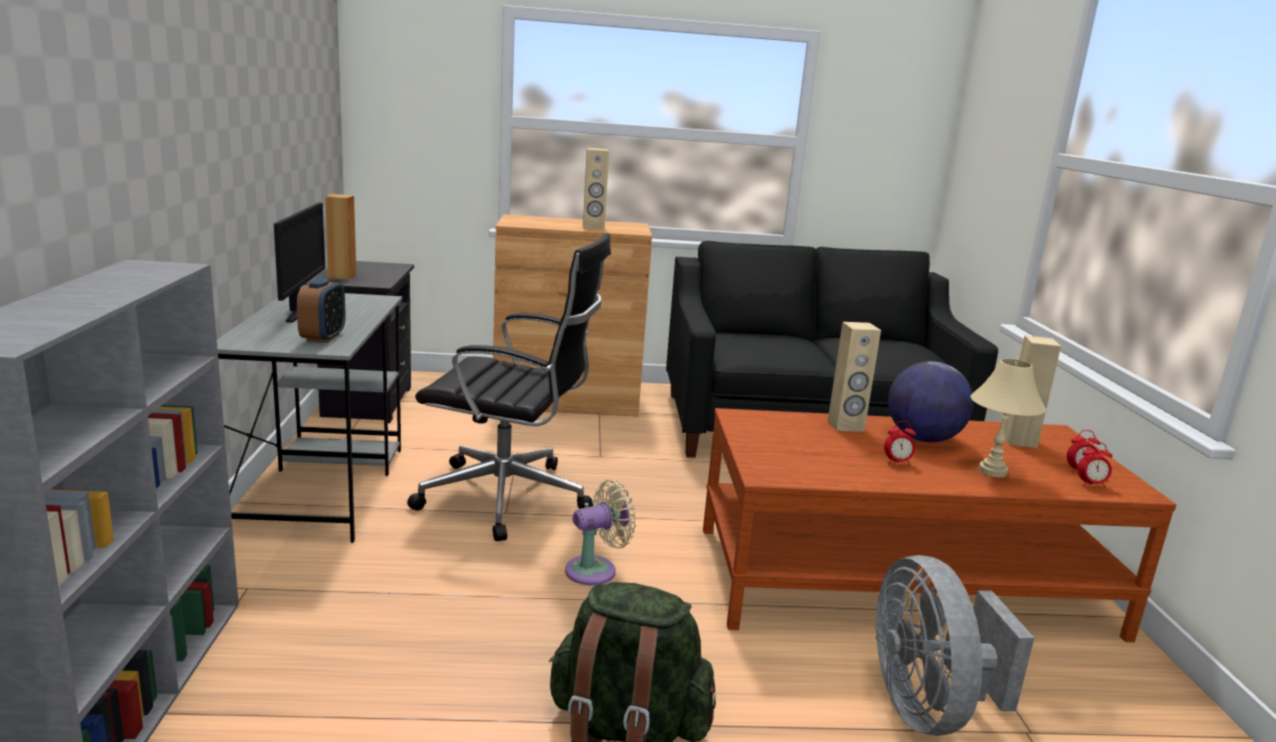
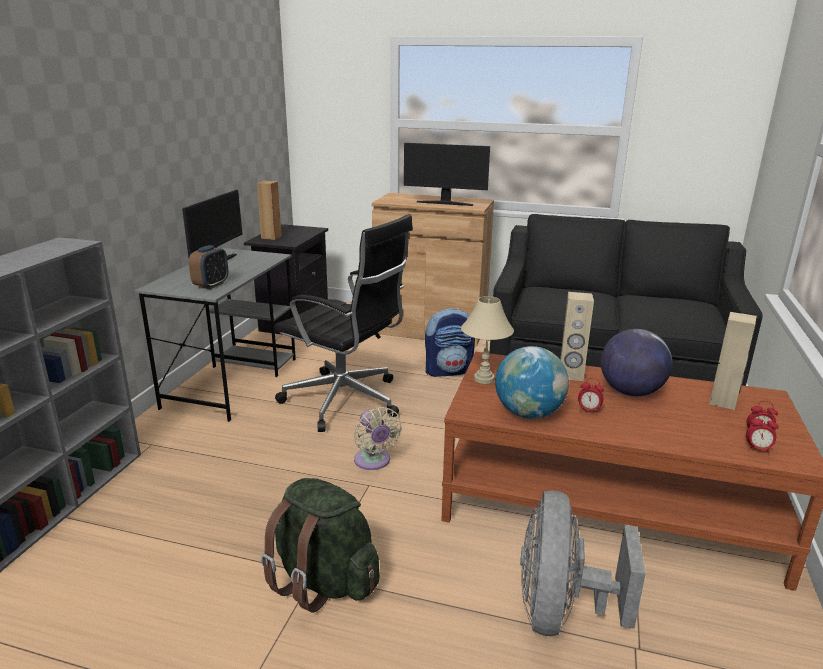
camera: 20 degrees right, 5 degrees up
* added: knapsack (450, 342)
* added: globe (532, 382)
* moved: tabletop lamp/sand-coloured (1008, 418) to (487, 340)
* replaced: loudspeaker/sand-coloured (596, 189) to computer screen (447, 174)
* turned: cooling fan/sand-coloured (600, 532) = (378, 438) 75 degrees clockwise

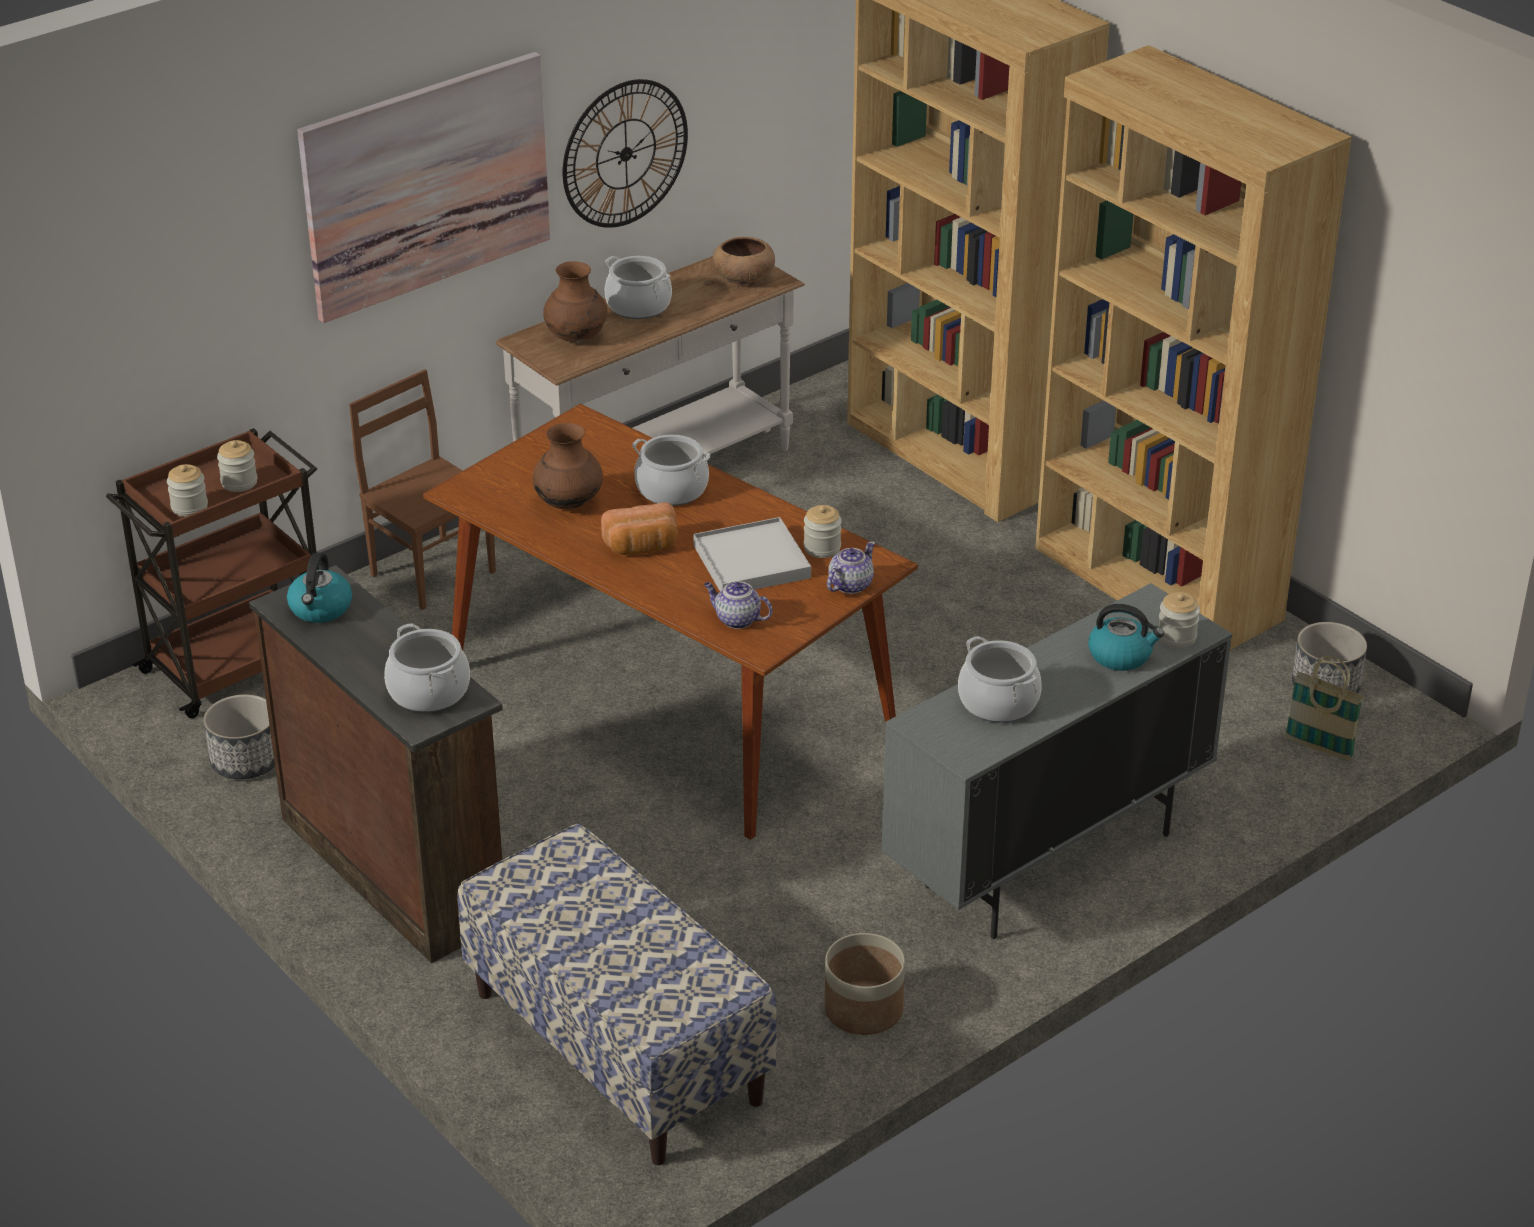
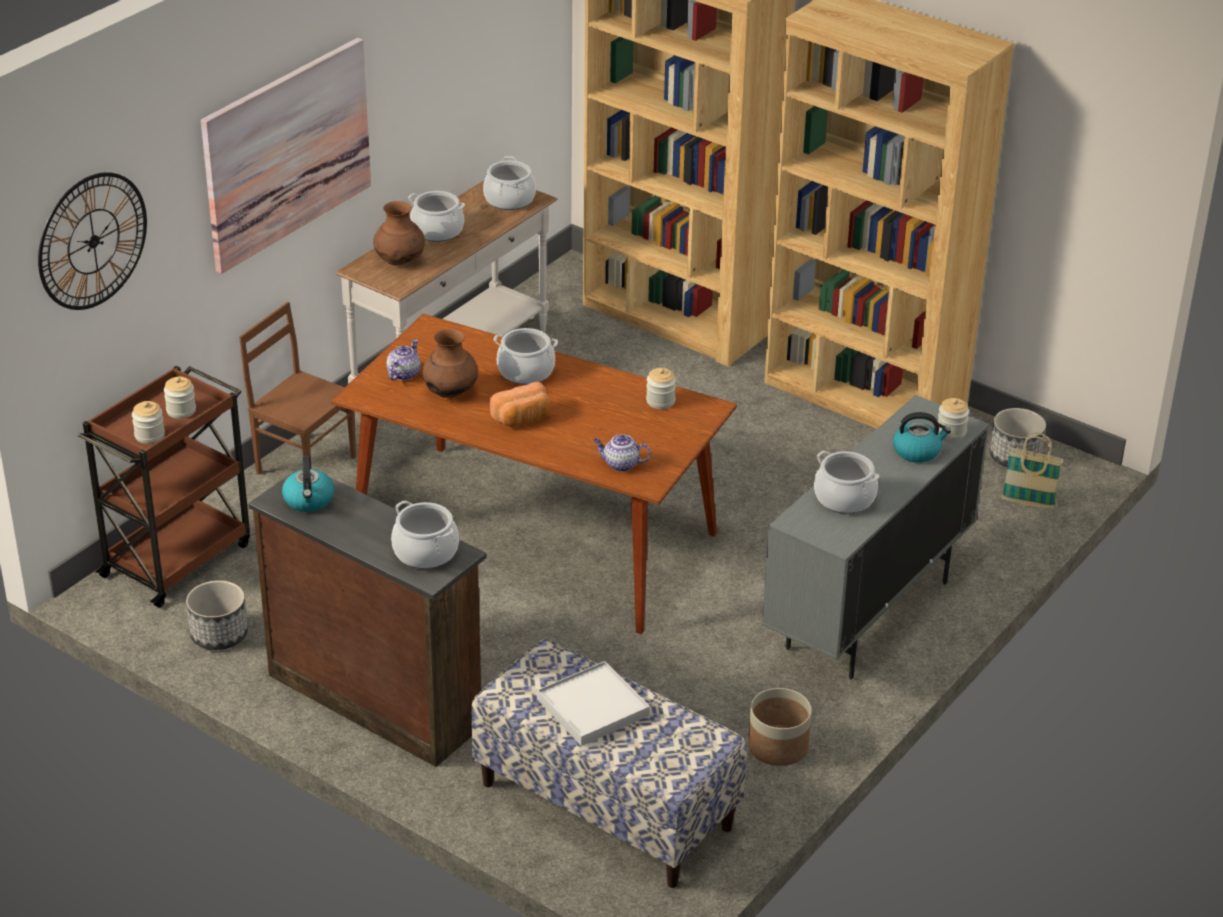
camera: 15 degrees left, 0 degrees up
* moved: clock on the wall (625, 153) to (92, 241)
* moved: tray/whitish (752, 554) to (593, 703)
* moved: teapot (851, 567) to (404, 360)
* replaced: bowl/brownish (744, 262) to cooking pot (509, 183)

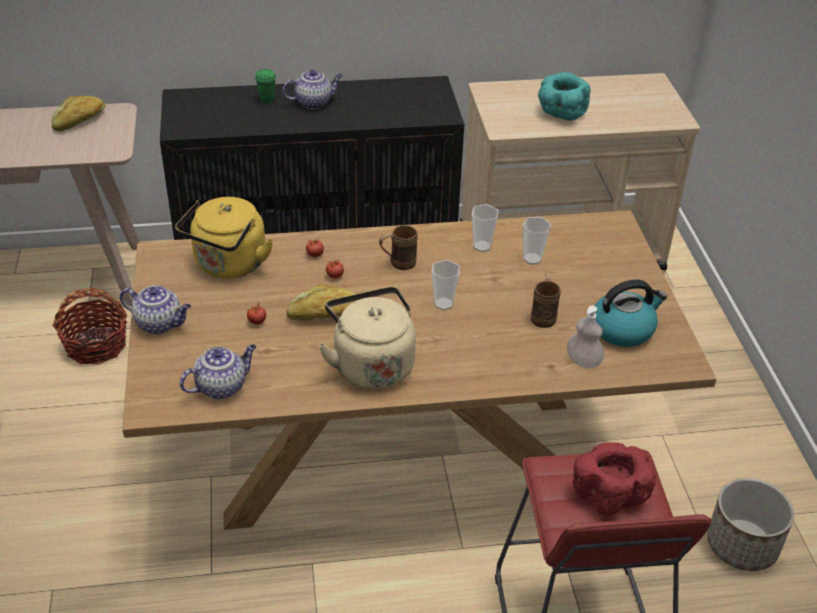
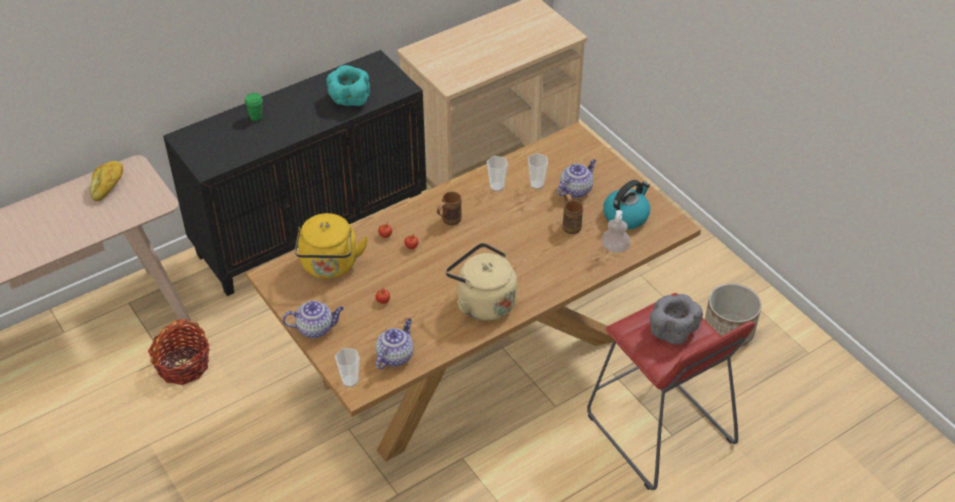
camera: 25 degrees left, 5 degrees up
* removed: bakery bread (321, 302)
* moved: teapot (313, 89) to (576, 178)
* moved: drinking cup (446, 285) to (347, 367)
* moved: bowl/turquoise (564, 96) to (348, 85)
* recoloured: bowl/reddish (614, 479) to bowl/grey (676, 319)

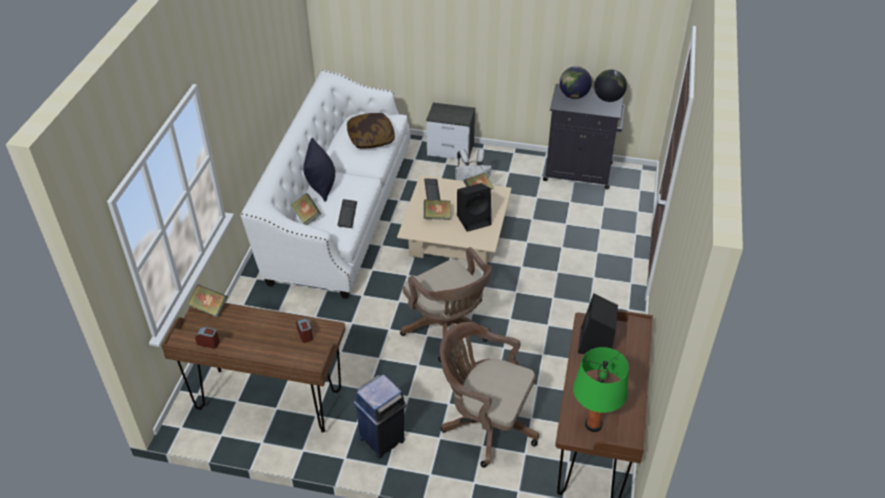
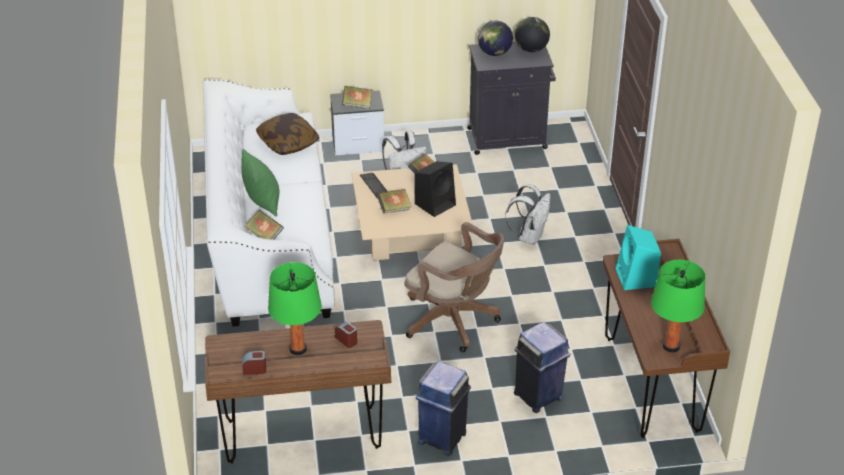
camera: 20 degrees left, 5 degrees down
* removed: keyboard (347, 213)
* added: tabletop lamp/green-coloured (295, 308)
* added: knapsack/whitish (527, 214)
* moved: volume (208, 300) to (357, 97)
* replaced: computer chair/brownish (489, 395) to rubbish bin/blue (542, 367)
* recoloured: cushion/blackish (319, 170) to cushion/green-coloured (260, 183)
* recoloured: loudspeaker/blackish (598, 323) to loudspeaker/turquoise (638, 257)

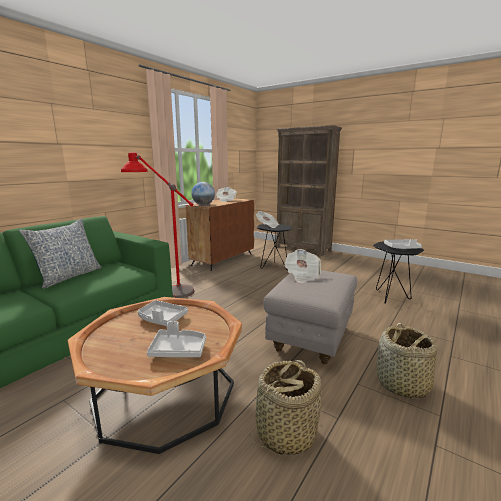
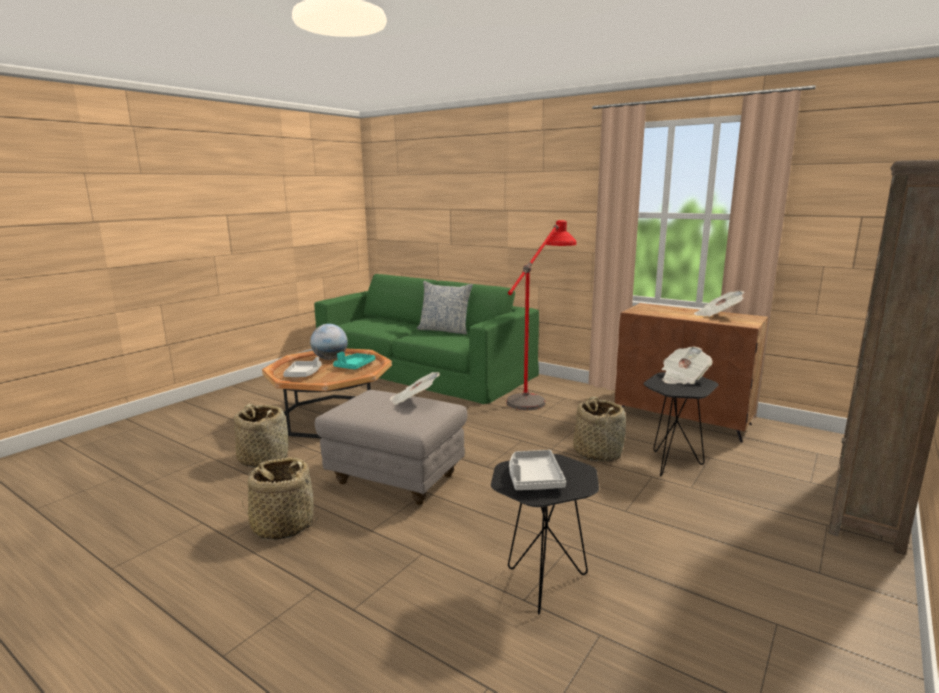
camera: 90 degrees right, 0 degrees up
* added: household basket (599, 429)
* moved: globe (203, 193) to (329, 342)
* recoloured: tray/grey (163, 313) to tray/turquoise (354, 360)

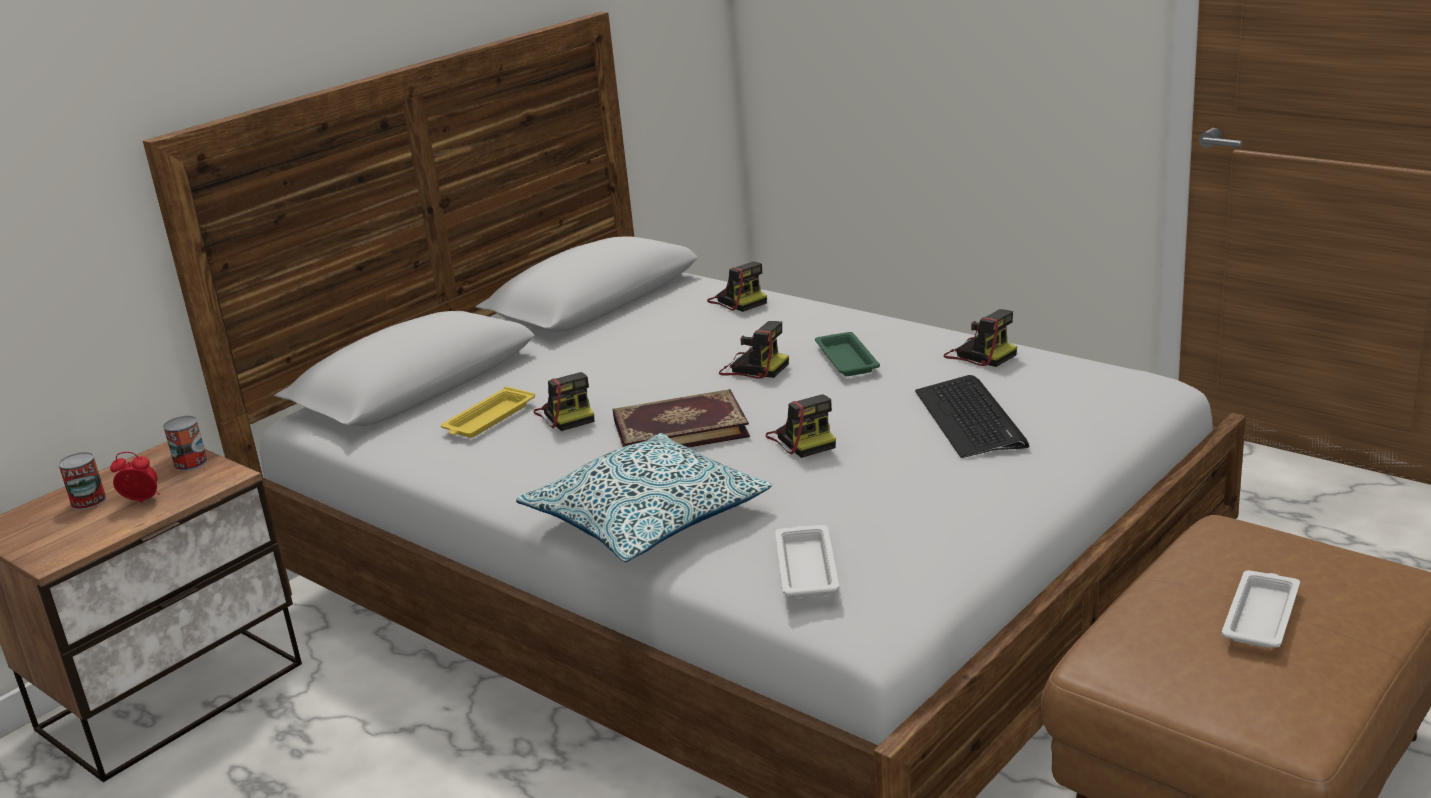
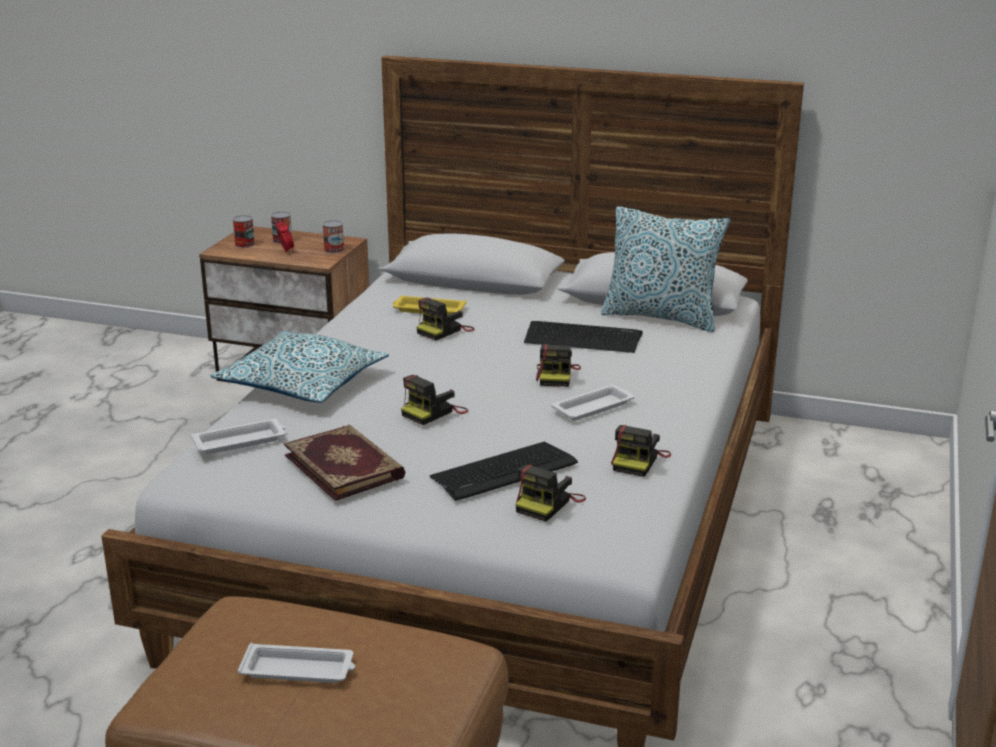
camera: 65 degrees right, 0 degrees up
* added: sealed can (244, 231)
* added: keyboard (583, 337)
* added: cushion (665, 269)
* moved: volume (681, 418) to (344, 463)
* moved: photo camera (737, 286) to (550, 492)
* recoloured: tray/green-coloured (847, 354) to tray/whitish (593, 403)

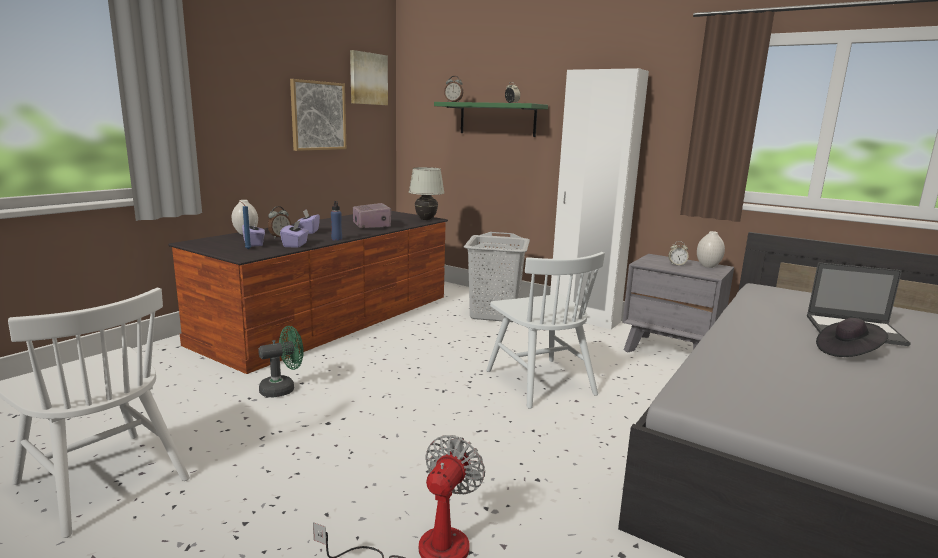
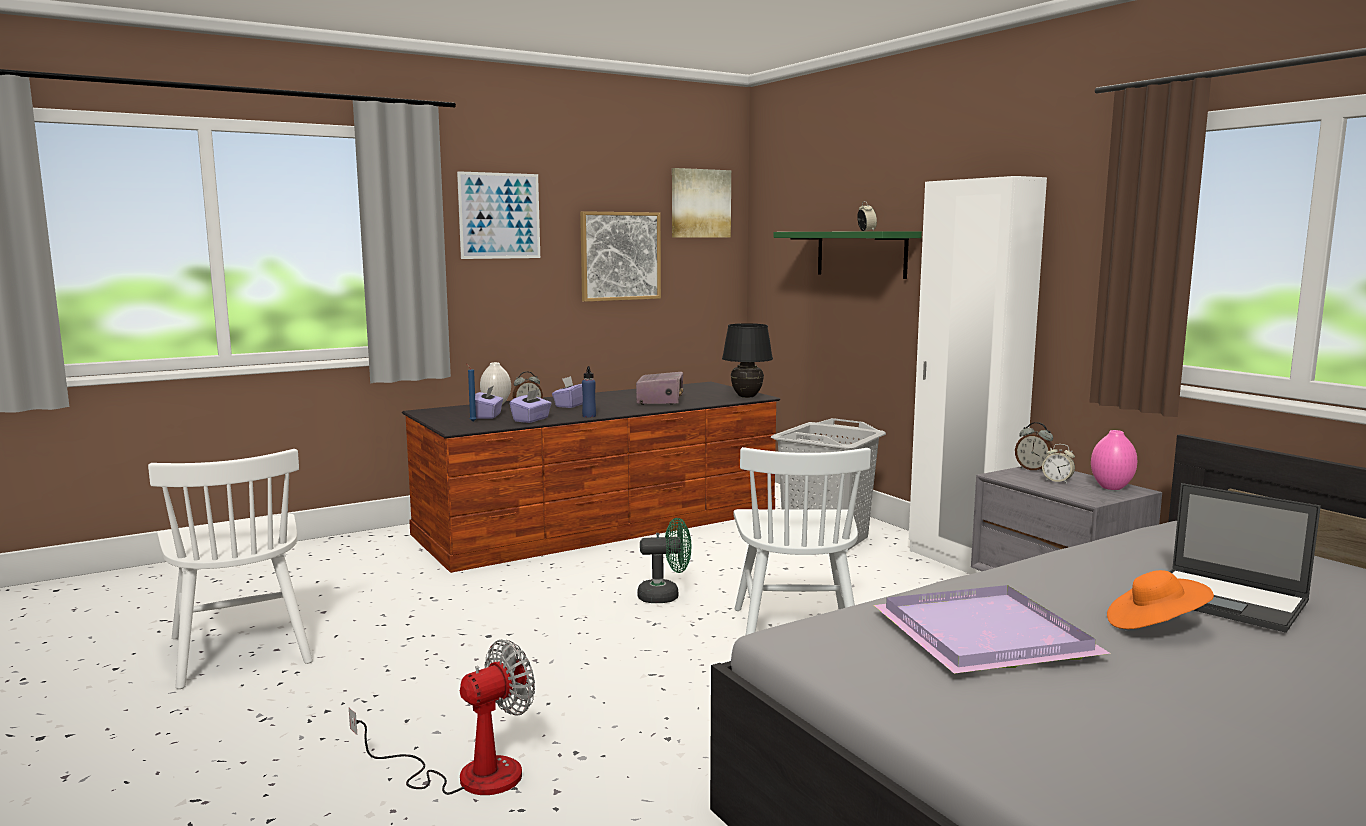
camera: 25 degrees right, 5 degrees down
* added: wall art (498, 215)
* added: tray/purplish (992, 629)
* moved: cooling fan/green-coloured (281, 361) to (664, 560)
* moved: table clock (453, 89) to (1034, 446)
* recoloured: tabletop lamp/whitish (426, 193) to tabletop lamp/blackish (747, 360)
* recoloured: vase/whitish (711, 249) to vase/pinkish (1114, 460)
* recoloured: wearable hat/blackish (852, 337) to wearable hat/orange-coloured (1160, 599)

